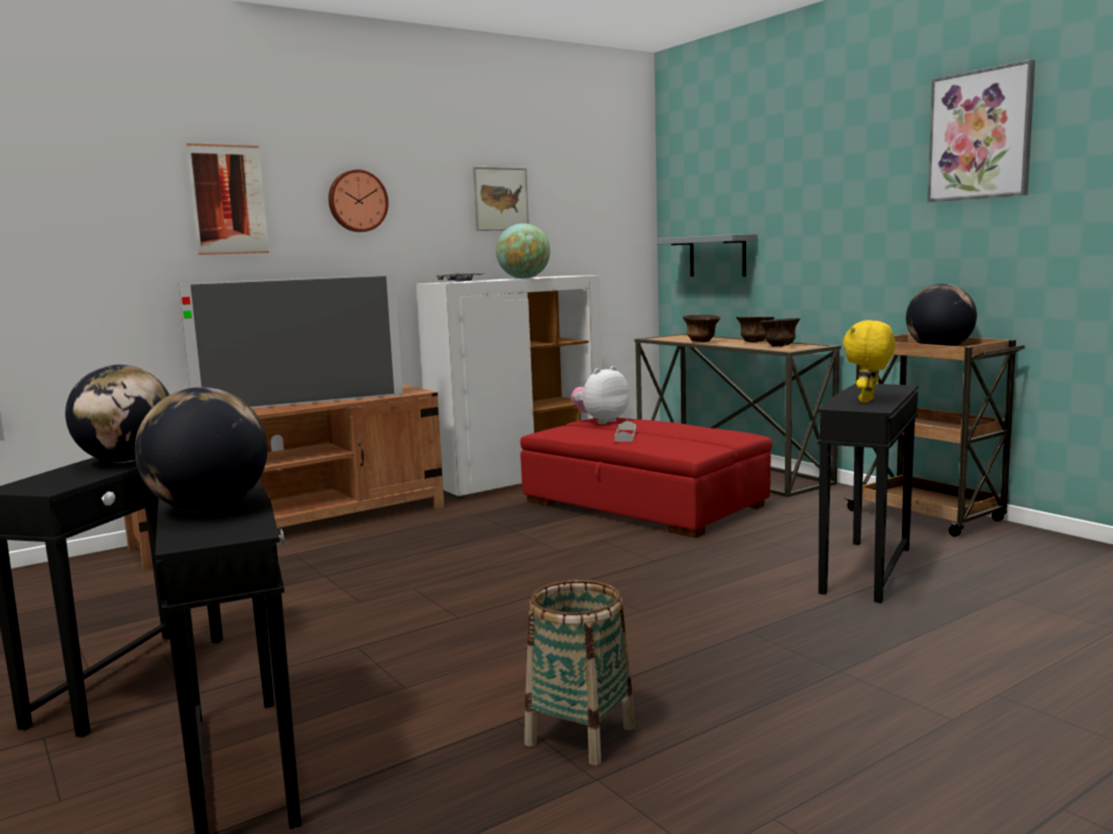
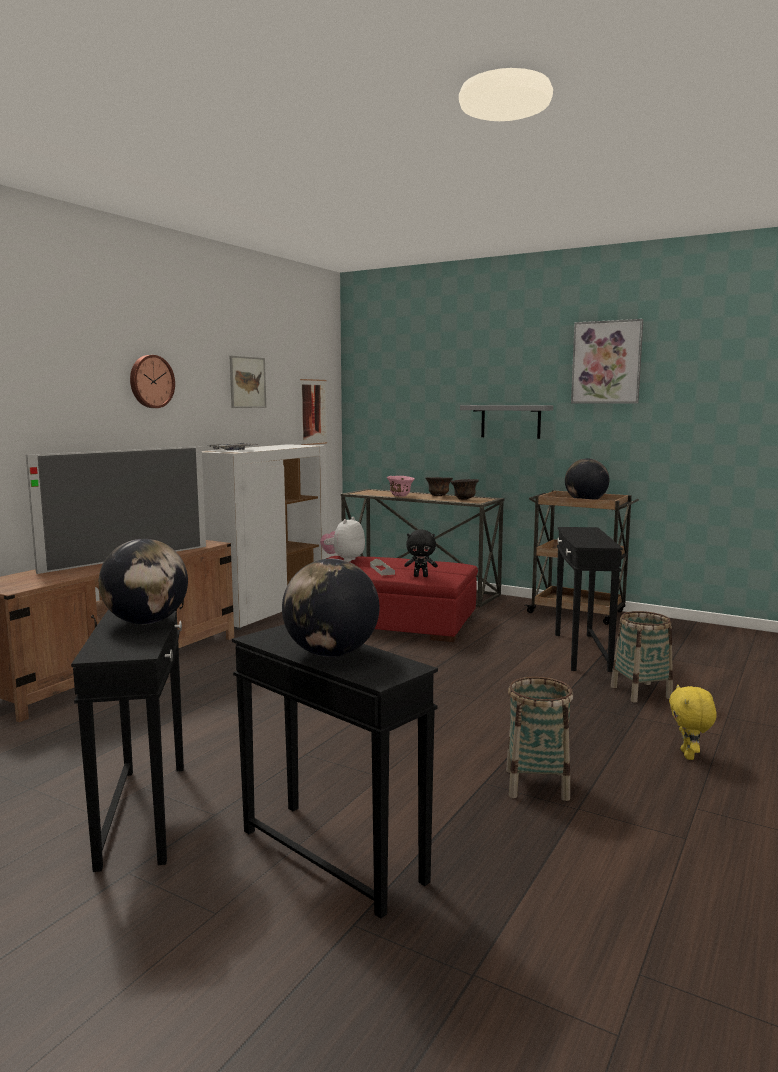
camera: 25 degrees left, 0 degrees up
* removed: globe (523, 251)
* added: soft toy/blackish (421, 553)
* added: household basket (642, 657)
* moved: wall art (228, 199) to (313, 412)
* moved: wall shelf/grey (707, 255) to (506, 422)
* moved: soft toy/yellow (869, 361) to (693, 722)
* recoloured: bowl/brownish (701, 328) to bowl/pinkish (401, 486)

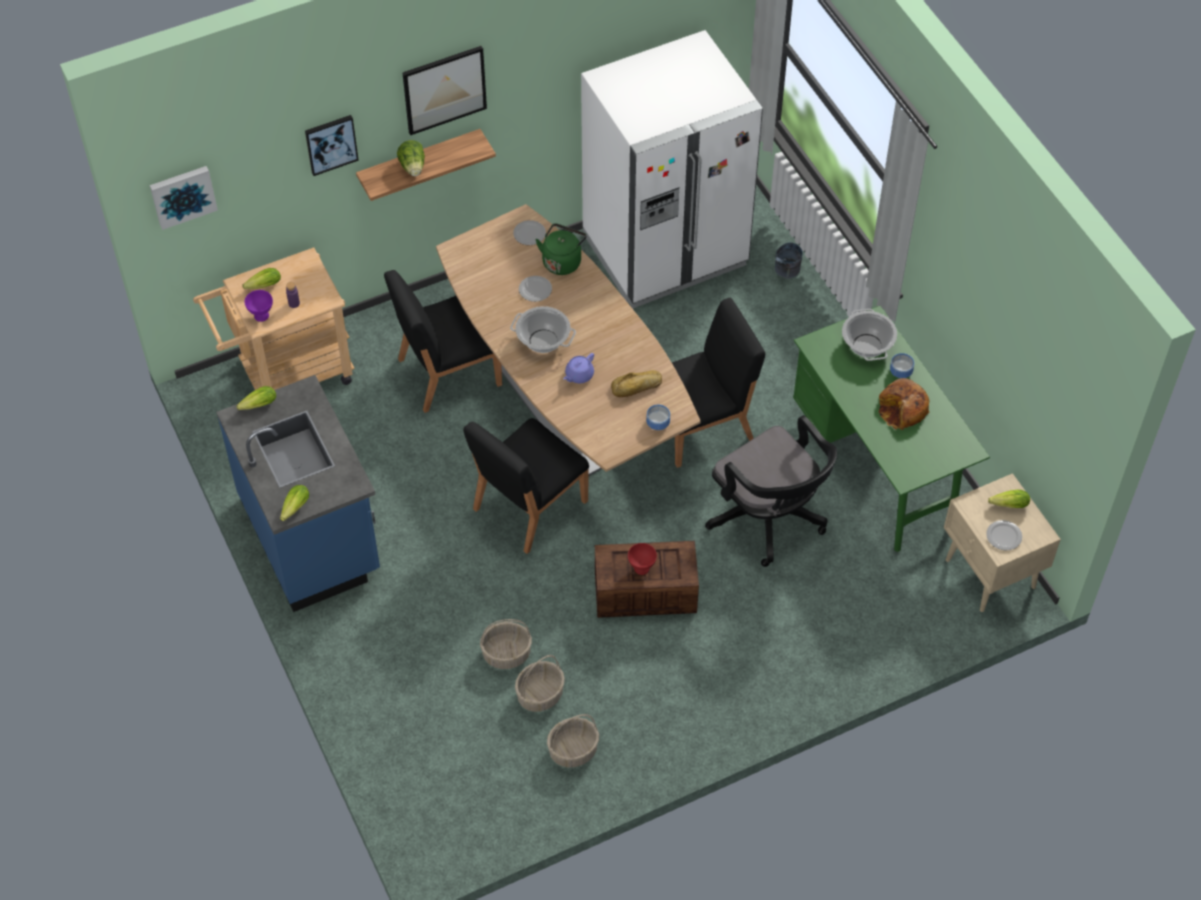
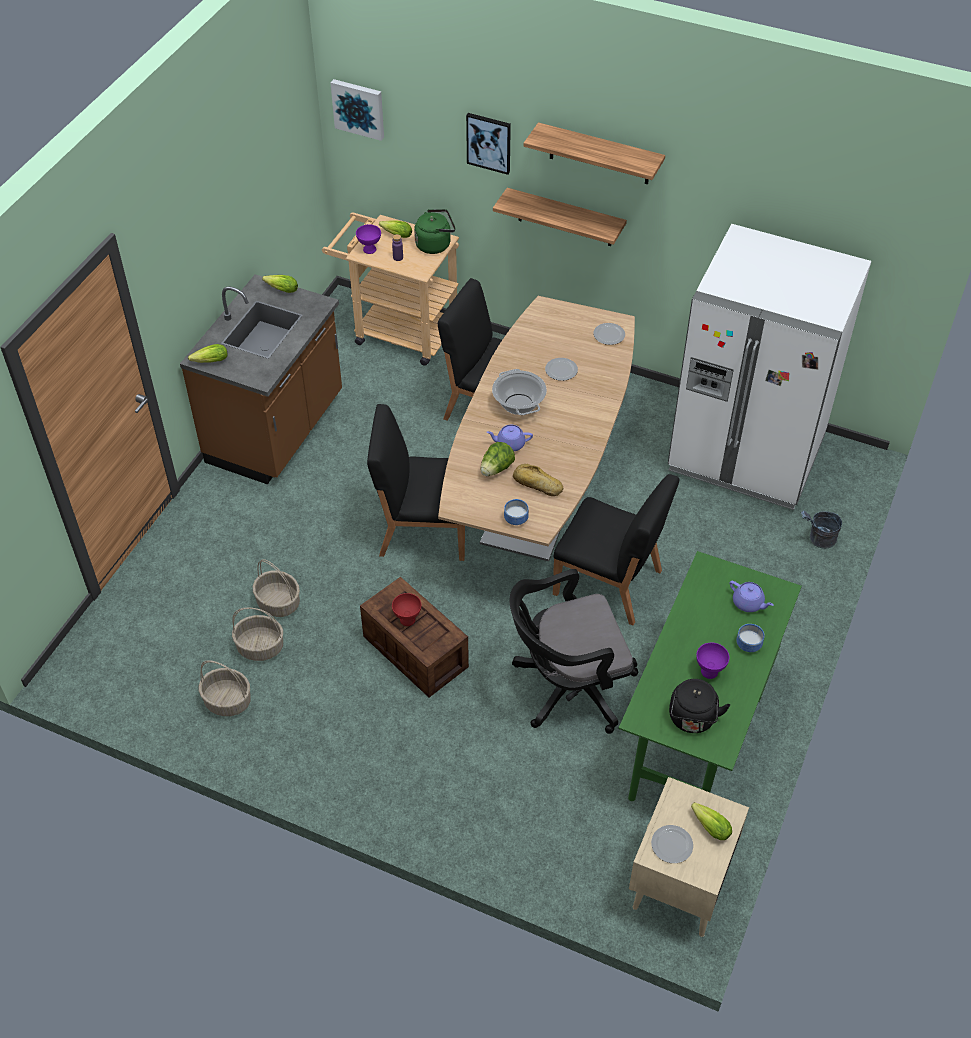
camera: 50 degrees right, 5 degrees down
* added: tea kettle/blackish (699, 706)
* moved: lettuce (411, 158) to (497, 459)
* moved: tea kettle/green-coloured (561, 249) to (435, 231)
* replaced: wall art (445, 90) to wall shelf (594, 153)
* replaced: cooking pot (869, 335) to teapot/purplish (752, 596)
* replaced: bakery bread (904, 404) to bowl/purplish (712, 660)
* recoloured: kitchen counter/blue (298, 493) to kitchen counter/brownish (261, 379)
* turned: computer chair/blackish (771, 491) = (574, 651) 60 degrees clockwise

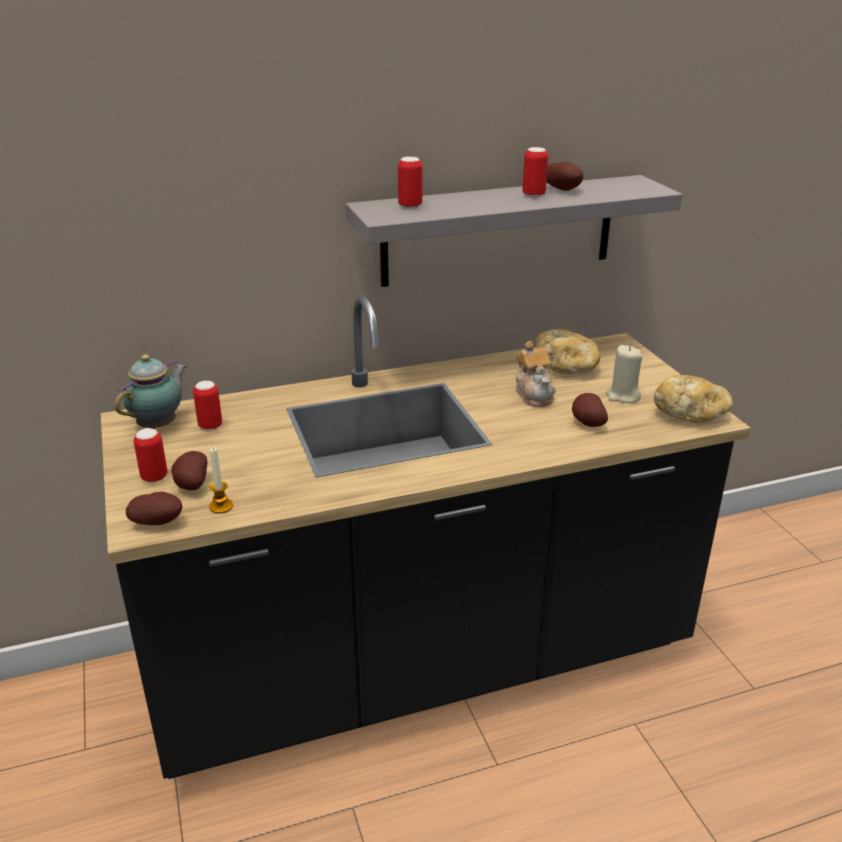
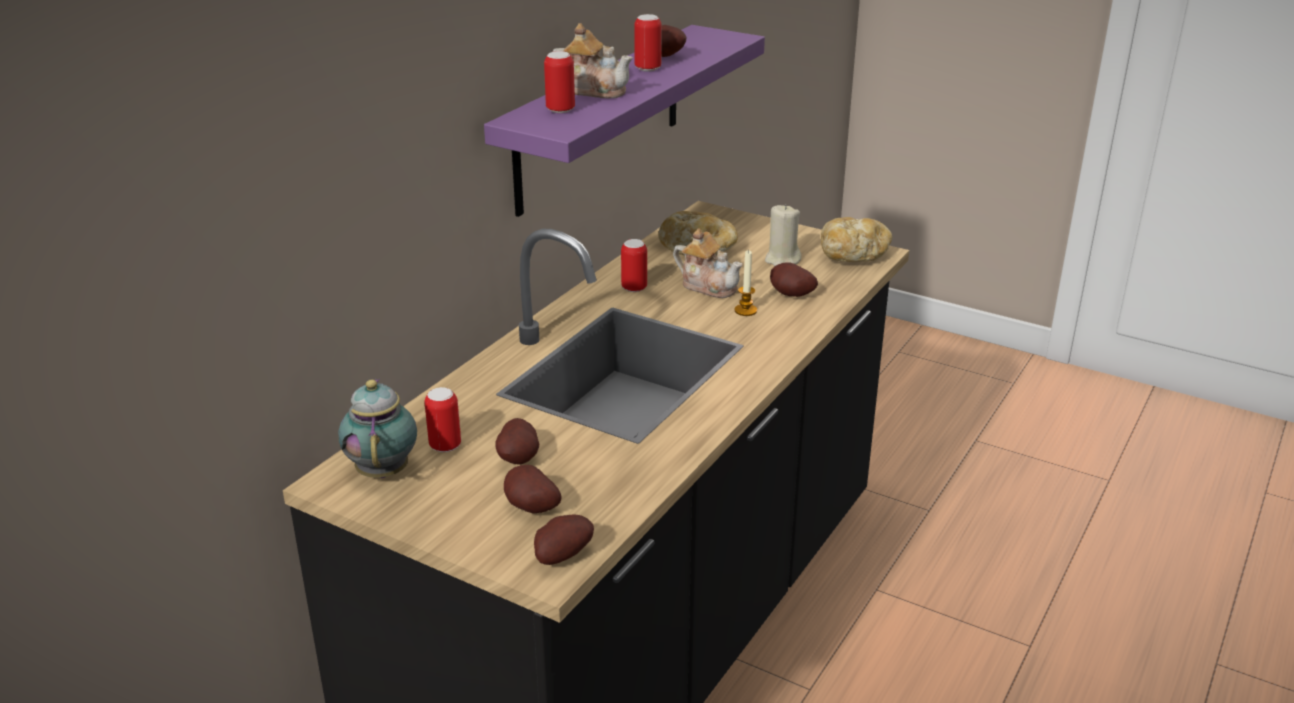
camera: 40 degrees left, 0 degrees up
* added: spud (517, 441)
* added: teapot (593, 61)
* moved: sealed can (151, 455) to (634, 265)
* moved: wax light (221, 480) to (746, 283)
* recoloured: wall shelf/grey (514, 231) to wall shelf/purplish (624, 121)

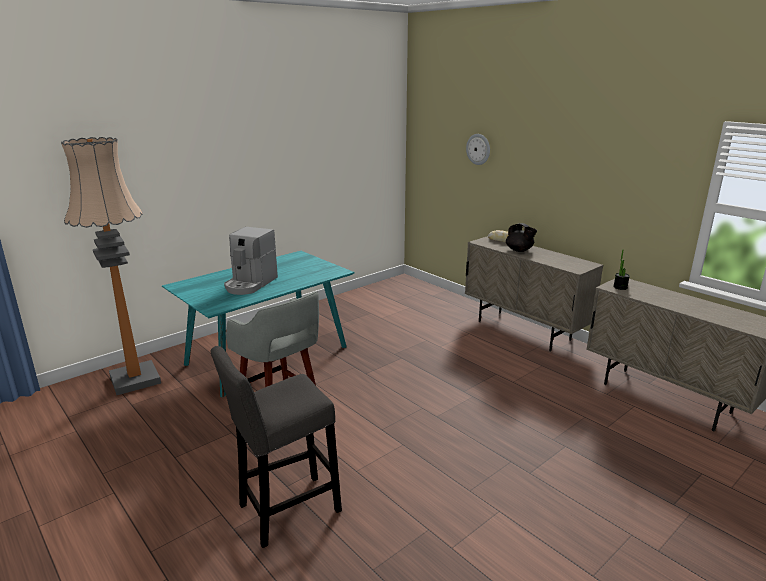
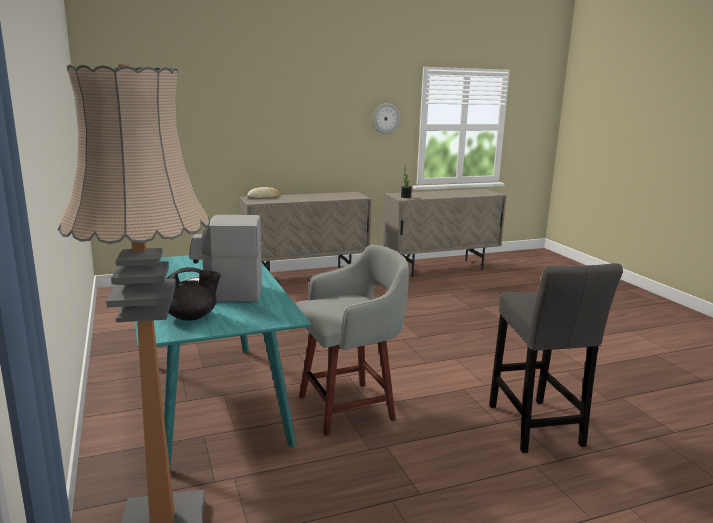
camera: 70 degrees left, 5 degrees down
* moved: clock on the wall (478, 149) to (386, 118)
* moved: teapot/blackish (521, 237) to (194, 294)
* turned: coffee brewer (251, 261) = (221, 258) 135 degrees clockwise

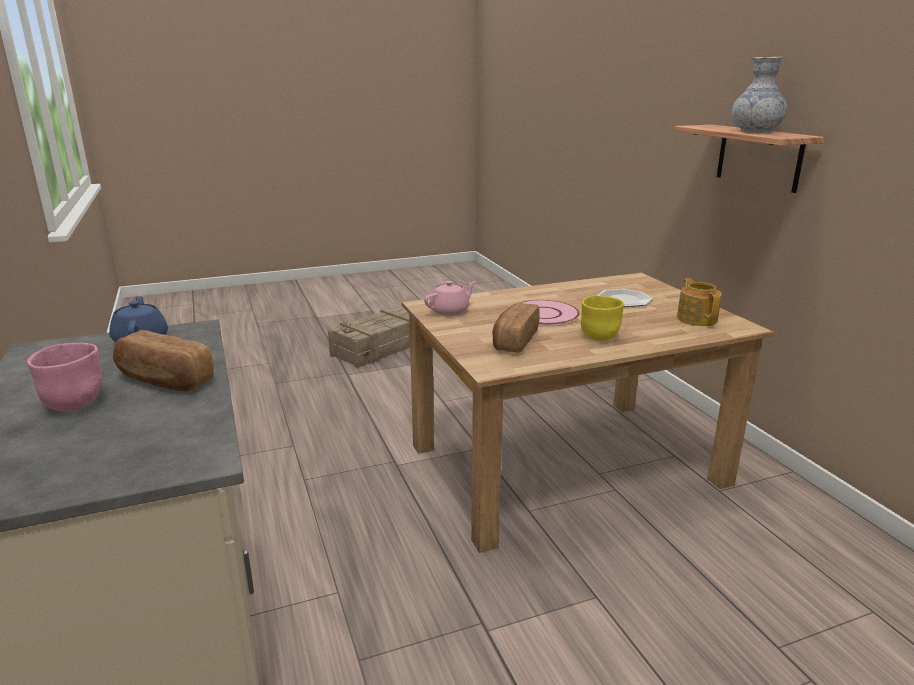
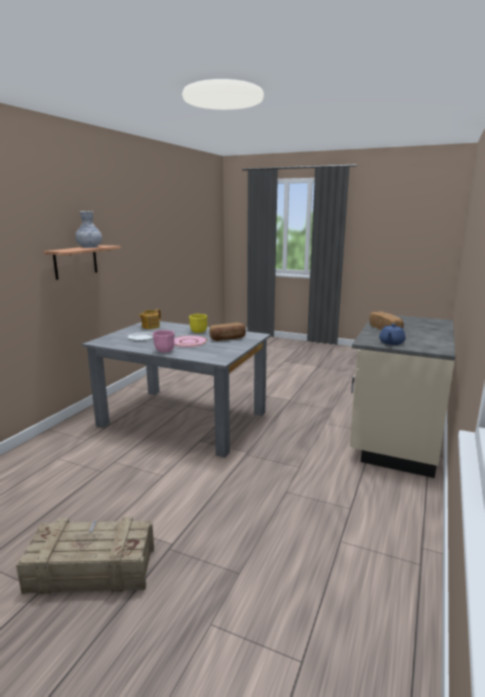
camera: 135 degrees left, 5 degrees down
* removed: teapot/pinkish (450, 298)
* moved: bowl/pinkish (64, 377) to (164, 341)
* recoloured: dining table/brownish (588, 413) to dining table/grey (176, 389)

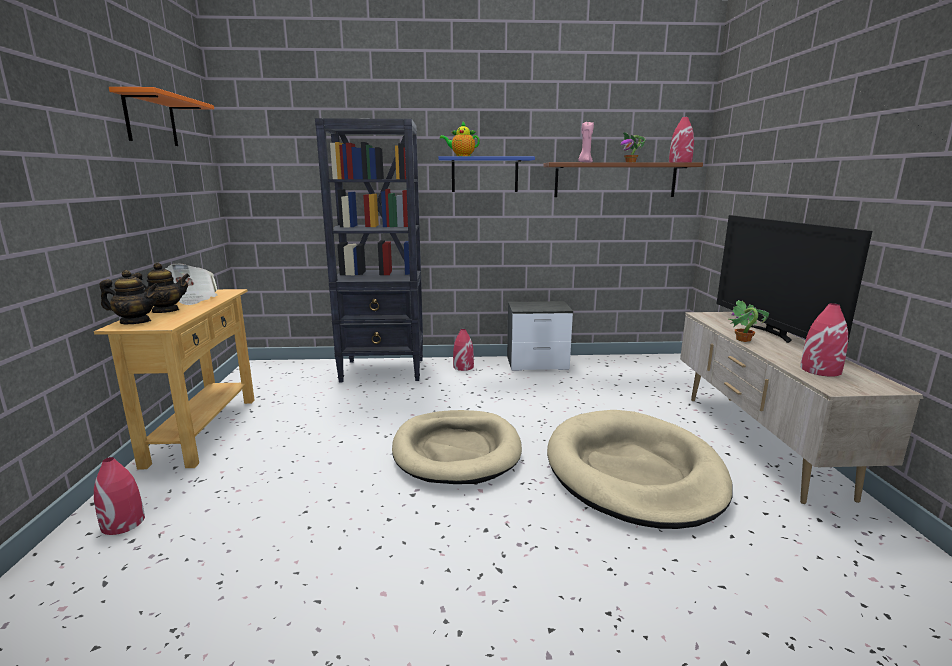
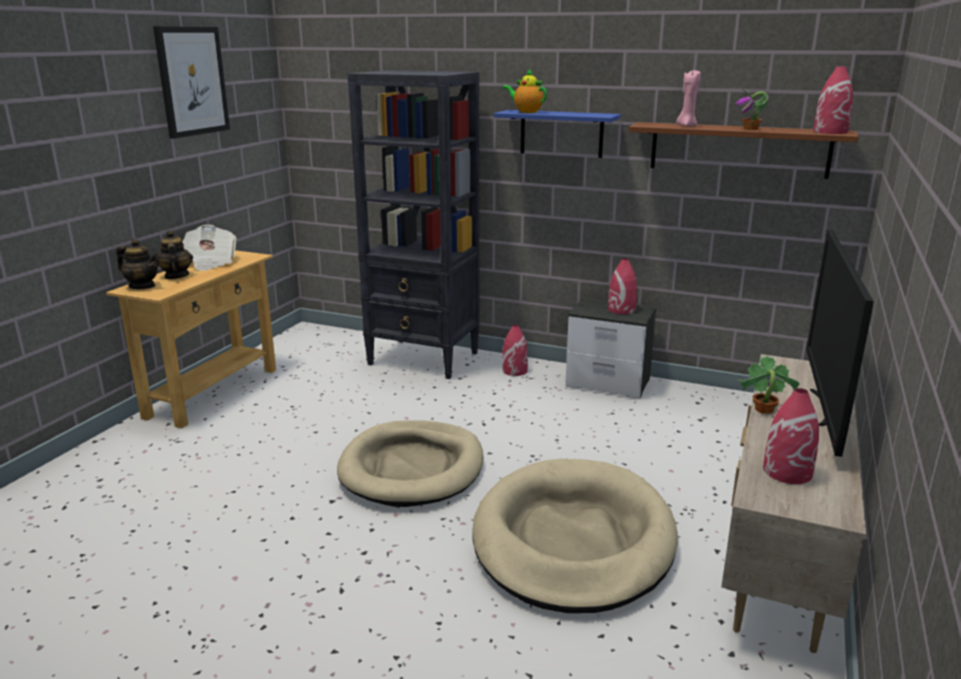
camera: 25 degrees right, 5 degrees up
* moved: vase/reddish (119, 496) to (622, 286)
* replaced: wall shelf/orange-coloured (161, 116) to wall art (191, 82)
* turned: teapot (160, 288) = (174, 254) 105 degrees counterclockwise

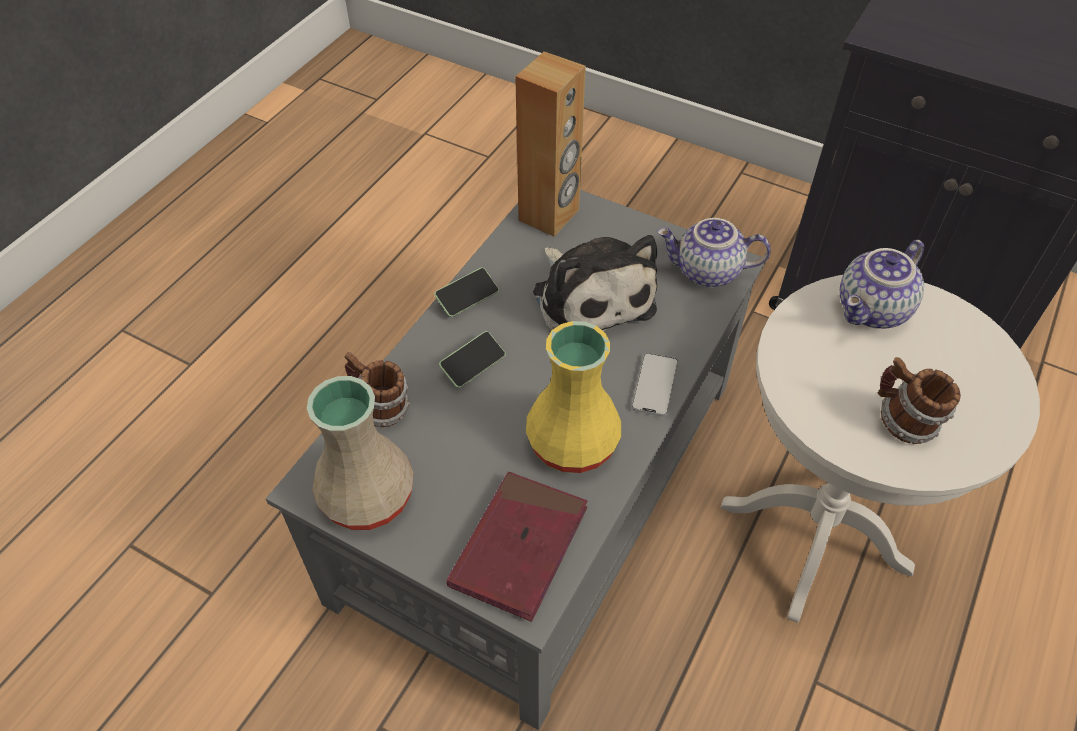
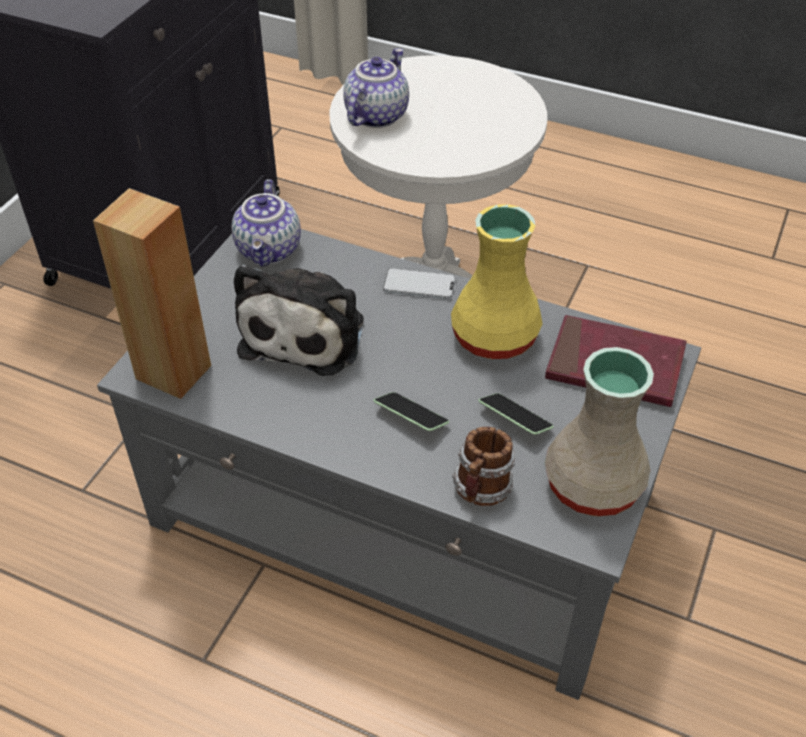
camera: 95 degrees left, 5 degrees down
* removed: tea mug (919, 400)
* moved: handset (466, 292) to (516, 414)
* turned: soft toy (595, 283) = (299, 320) 135 degrees clockwise
* turned: teapot (882, 284) = (376, 88) 105 degrees counterclockwise

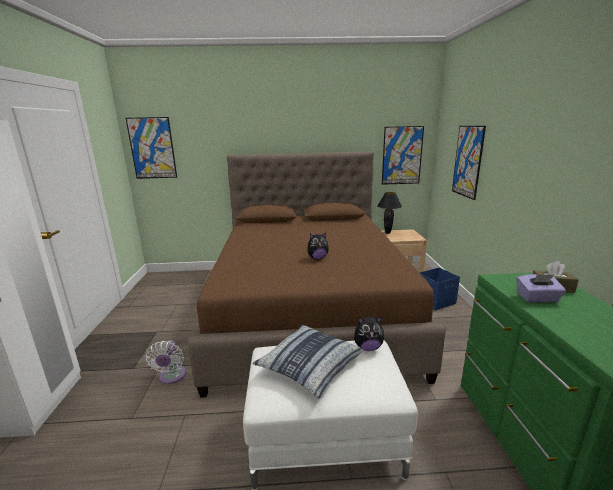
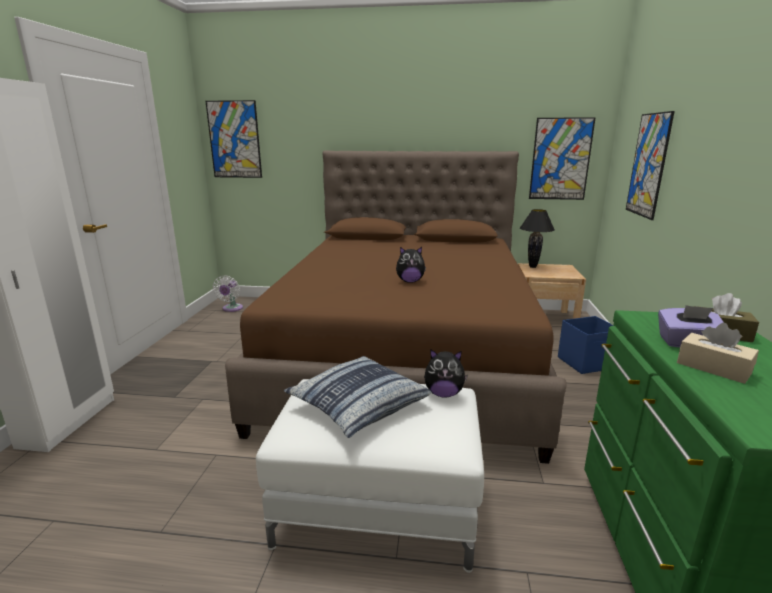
camera: 10 degrees right, 0 degrees up
* added: tissue holder/sand-coloured (718, 353)
* moved: cooling fan/whitish (166, 362) to (228, 293)

